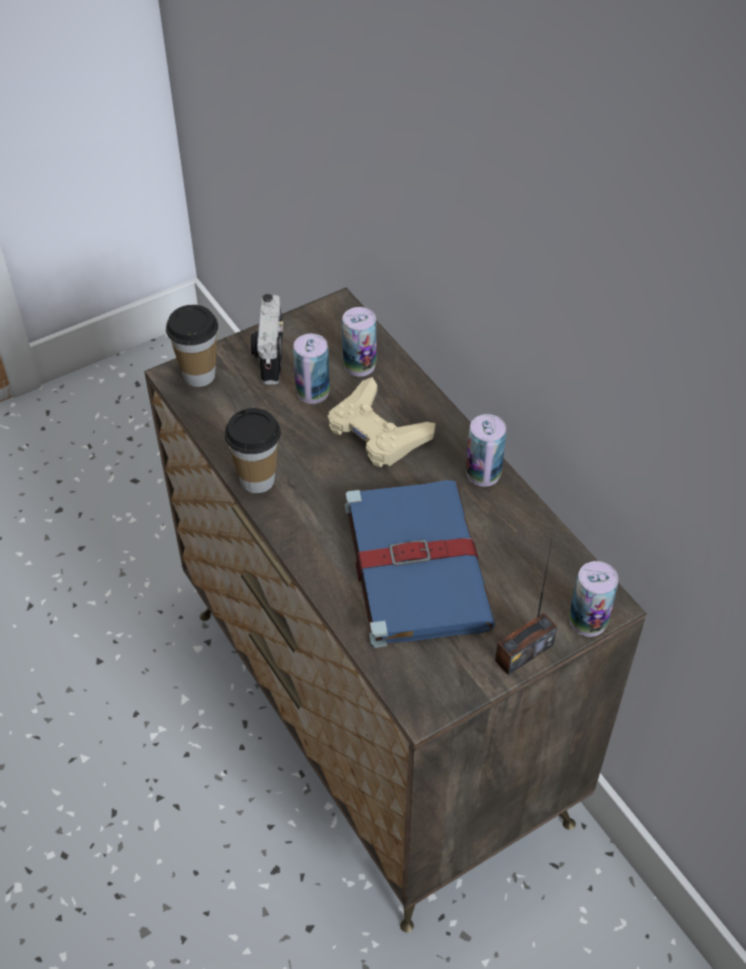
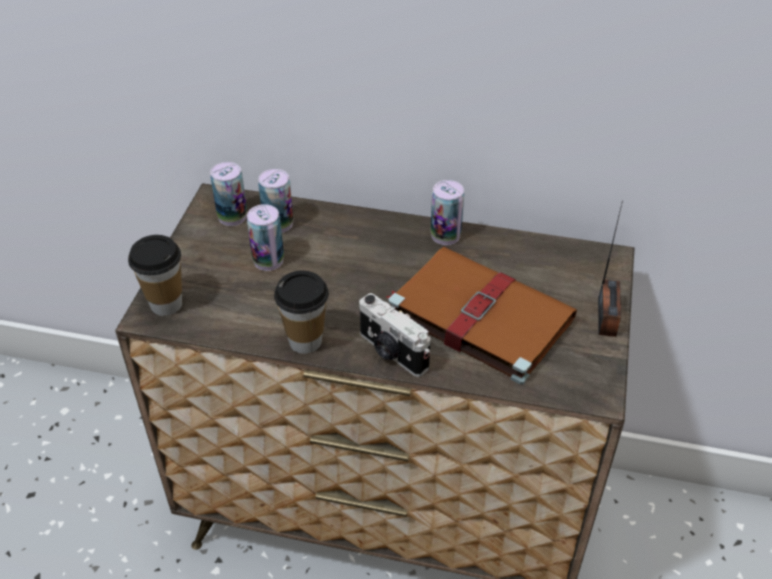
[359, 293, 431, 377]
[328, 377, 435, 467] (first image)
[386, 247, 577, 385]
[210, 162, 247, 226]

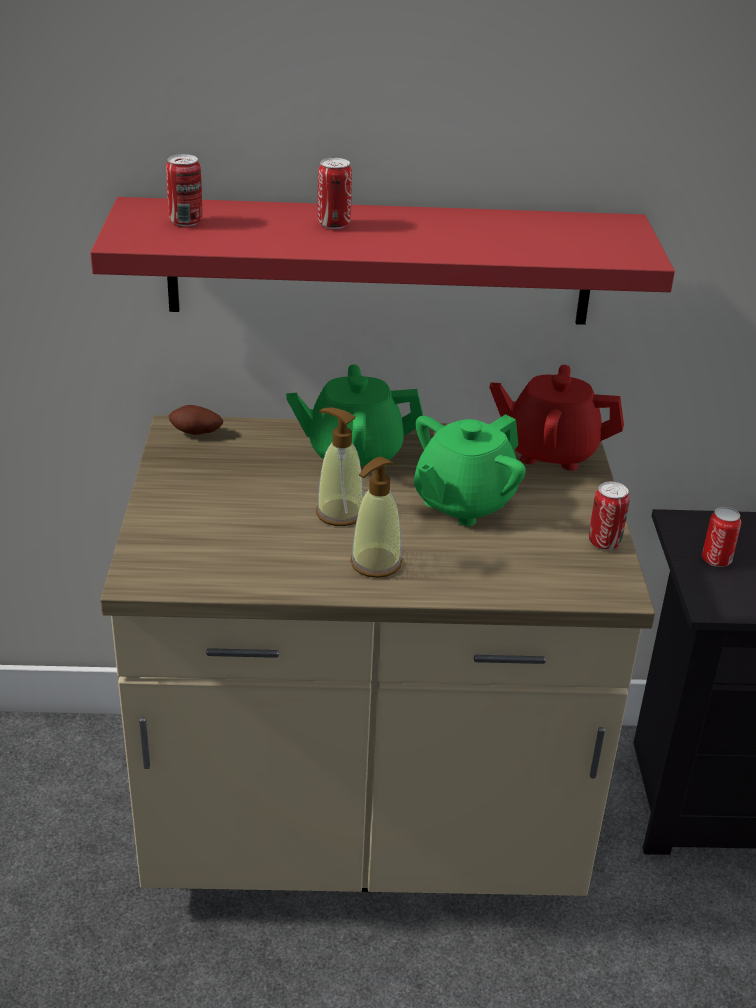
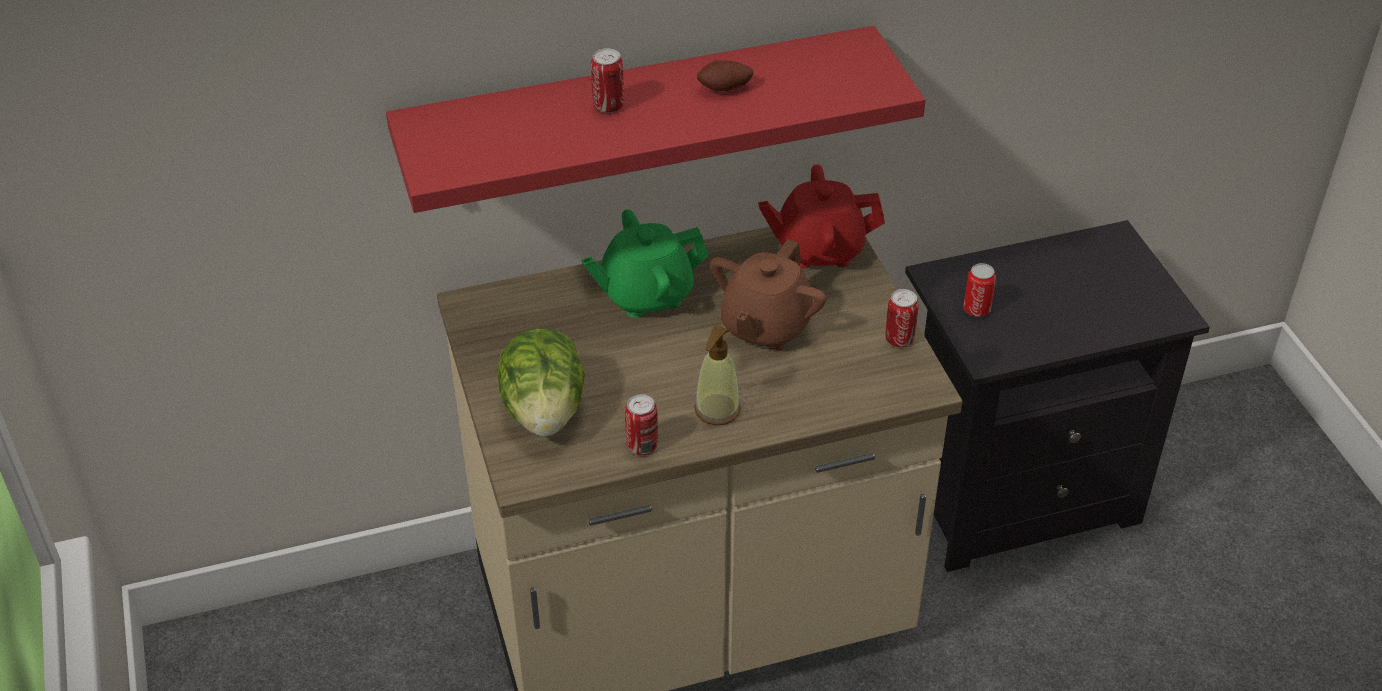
[625, 394, 658, 455]
[697, 60, 754, 91]
[316, 408, 363, 526] (first image)
[710, 239, 826, 351]
[497, 328, 585, 436]

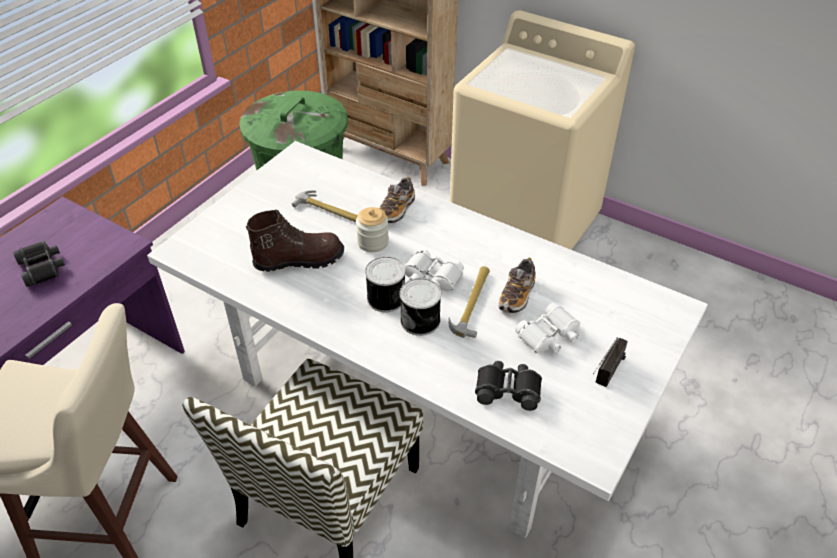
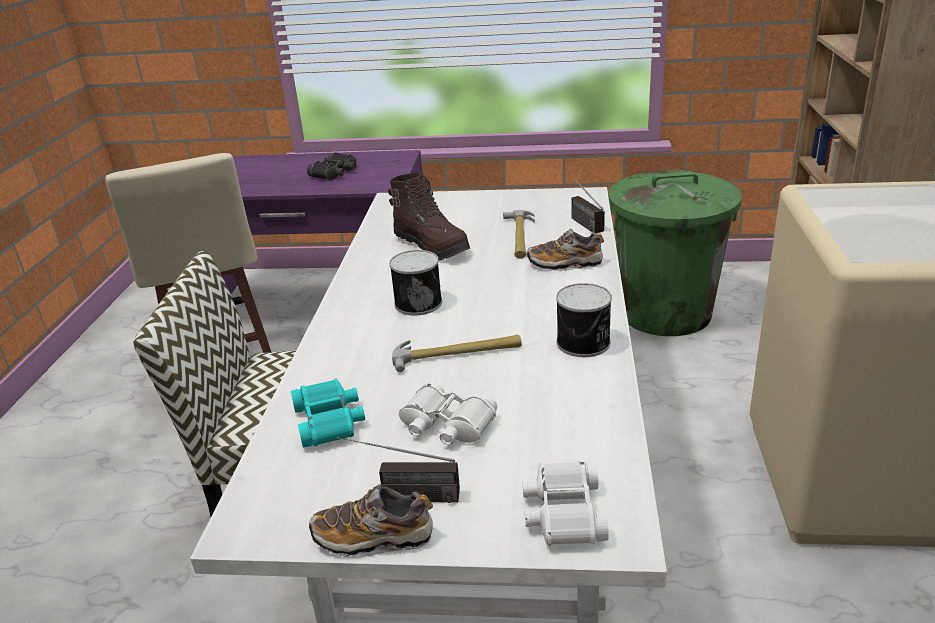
[356, 207, 389, 252] (first image)
[556, 283, 612, 357]
[522, 461, 609, 545]
[291, 378, 365, 447]
[309, 484, 433, 558]
[568, 172, 605, 233]

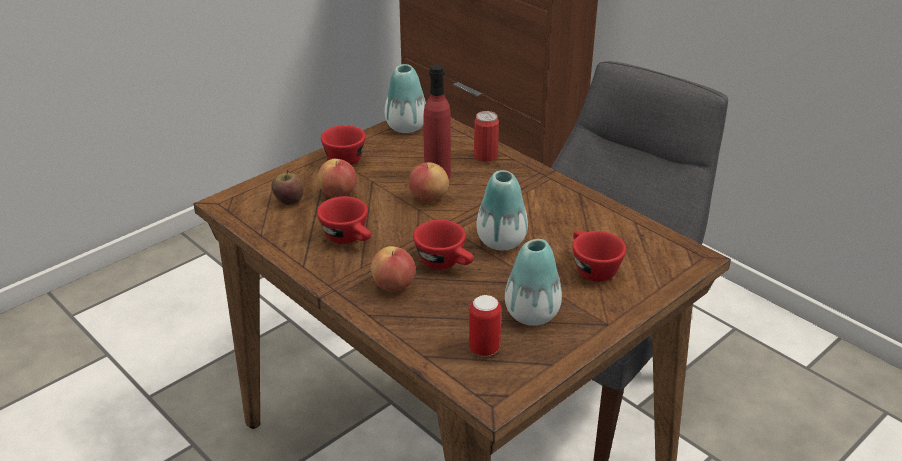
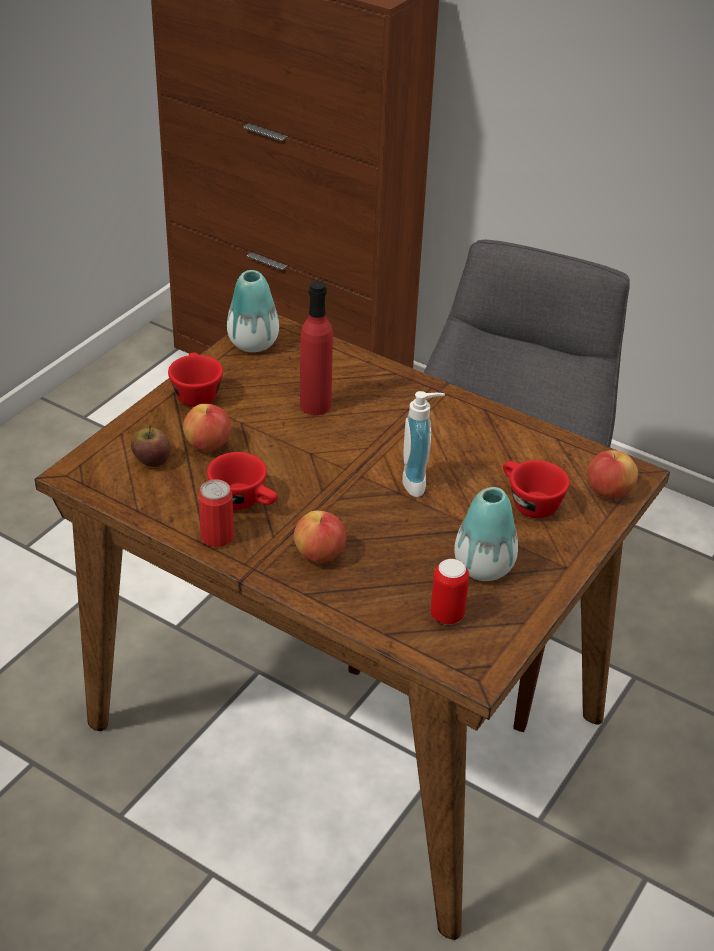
[587, 450, 638, 499]
[413, 220, 474, 270] (first image)
[199, 479, 234, 547]
[402, 391, 445, 497]

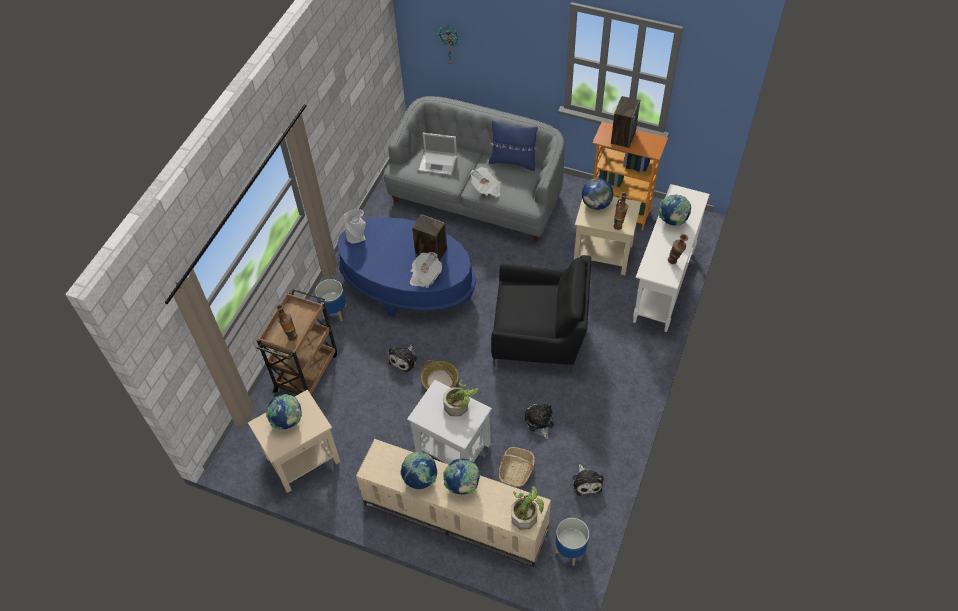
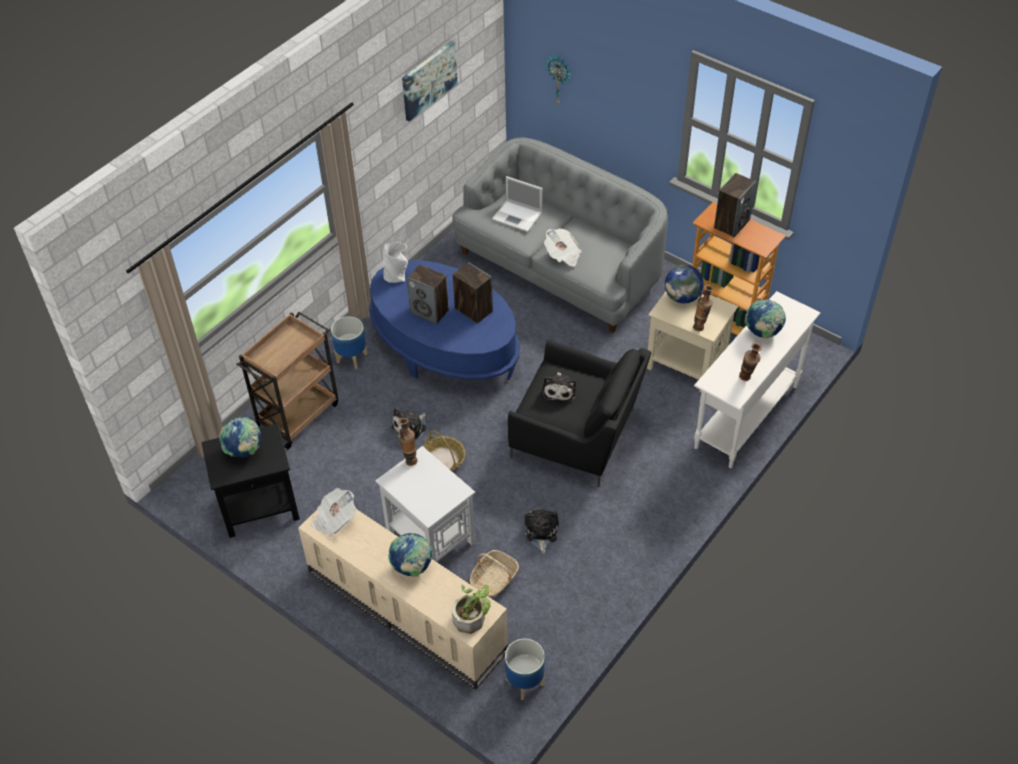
[201, 423, 300, 538]
[398, 418, 418, 466]
[400, 452, 437, 489] (first image)
[311, 488, 356, 537]
[443, 379, 478, 416] (first image)
[488, 120, 538, 171] (first image)
[543, 372, 576, 402]
[402, 41, 458, 122]
[407, 264, 449, 324]

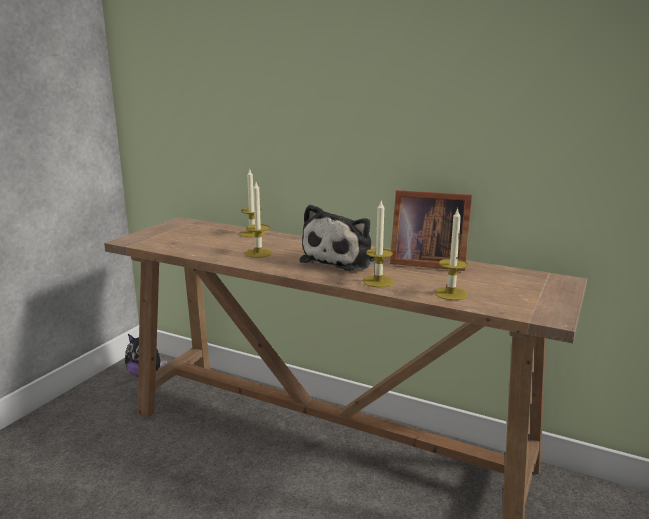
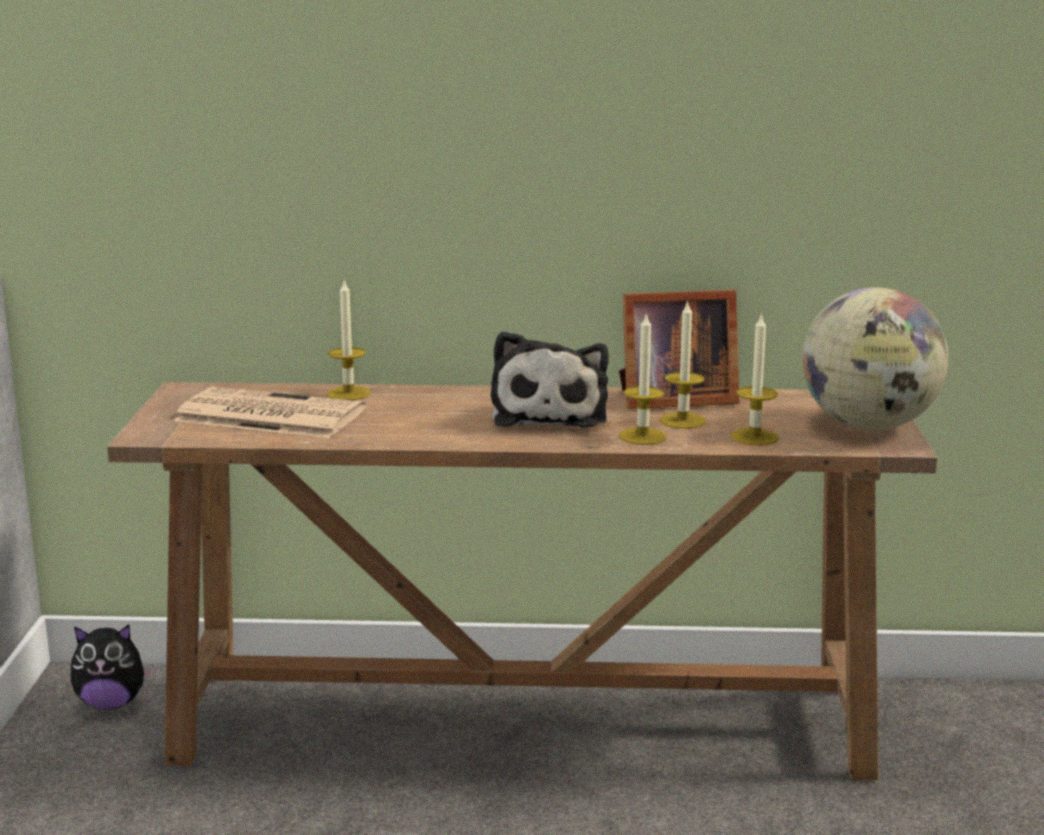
[660, 300, 706, 429]
[173, 387, 366, 438]
[802, 287, 948, 430]

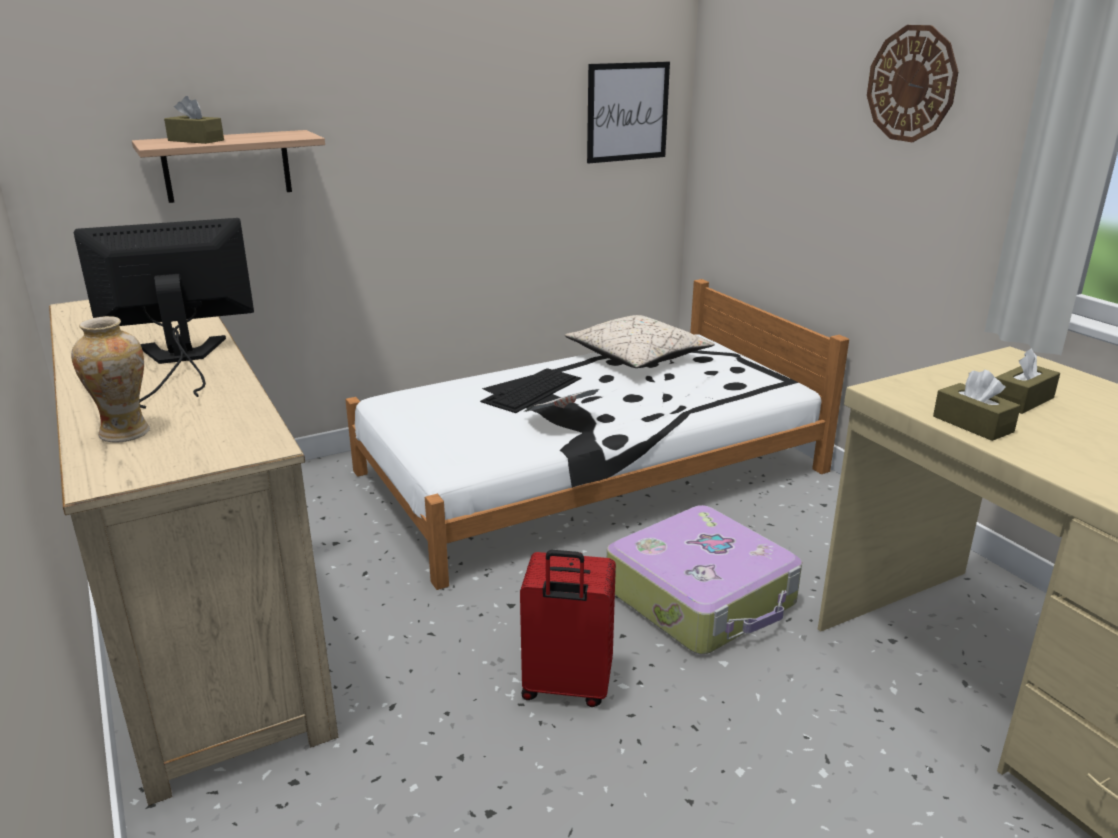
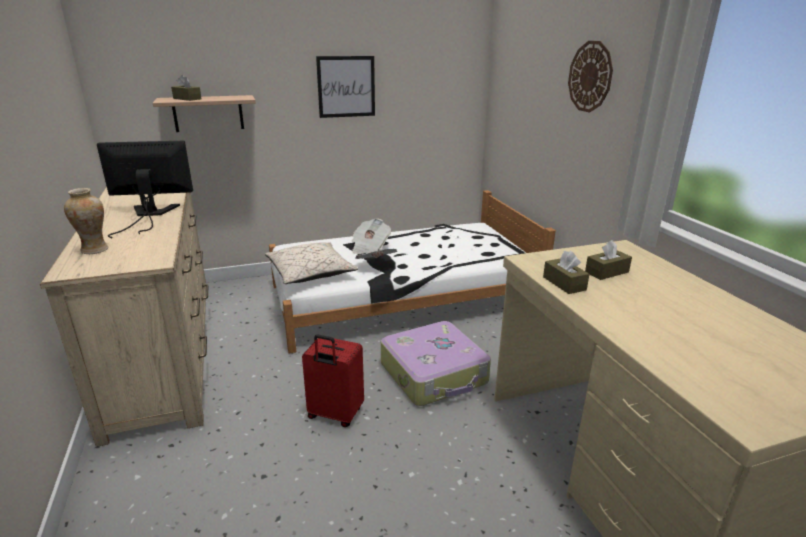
[351, 218, 391, 254]
[265, 242, 358, 284]
[316, 56, 375, 118]

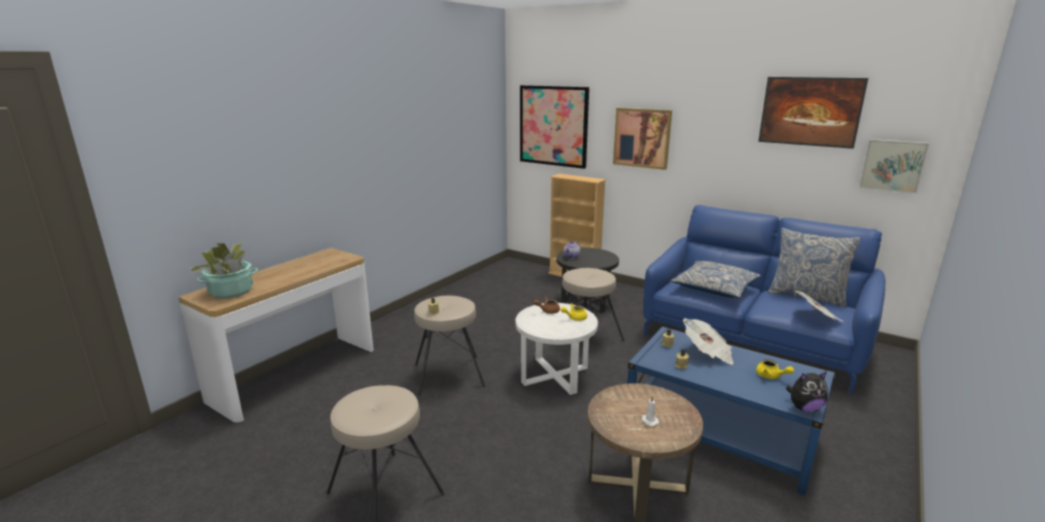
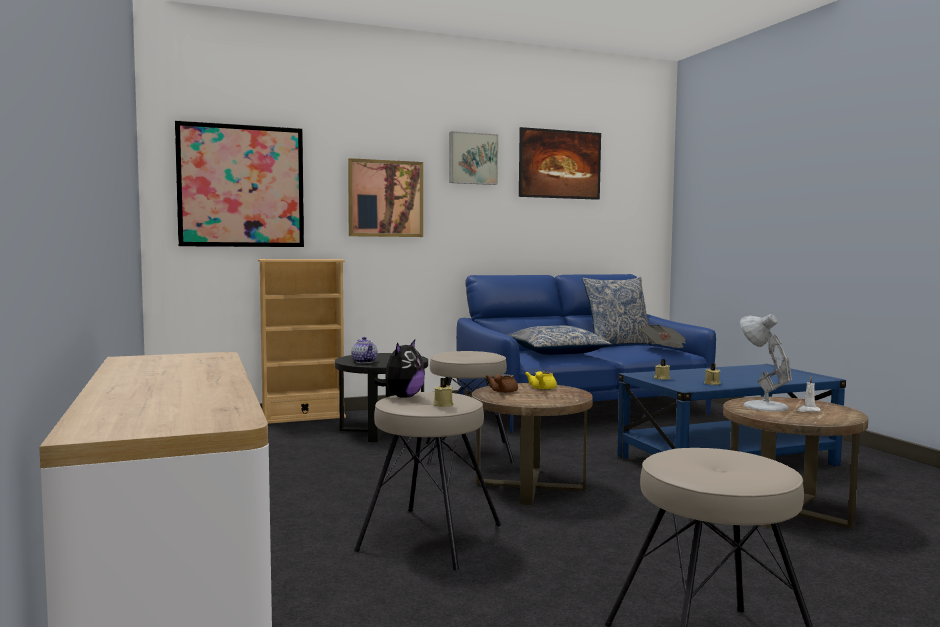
[189, 243, 258, 298] (first image)
[472, 383, 593, 505]
[683, 318, 733, 365] (first image)
[756, 359, 794, 379] (first image)
[374, 340, 425, 398]
[449, 131, 498, 185]
[740, 314, 792, 411]

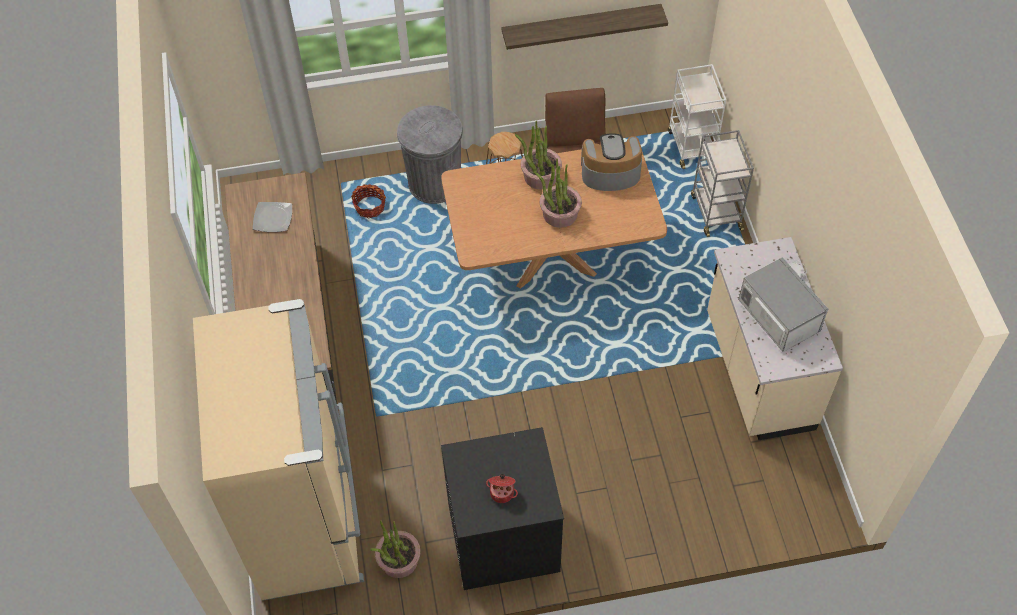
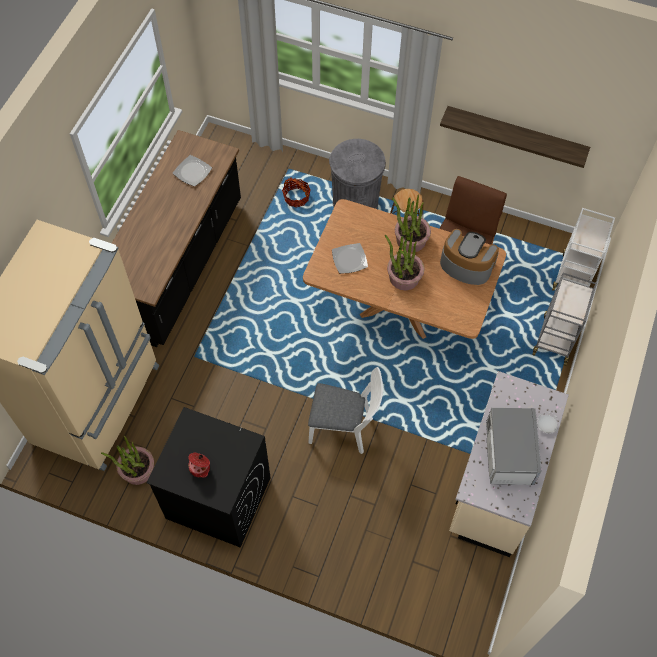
[308, 367, 383, 454]
[332, 243, 368, 274]

